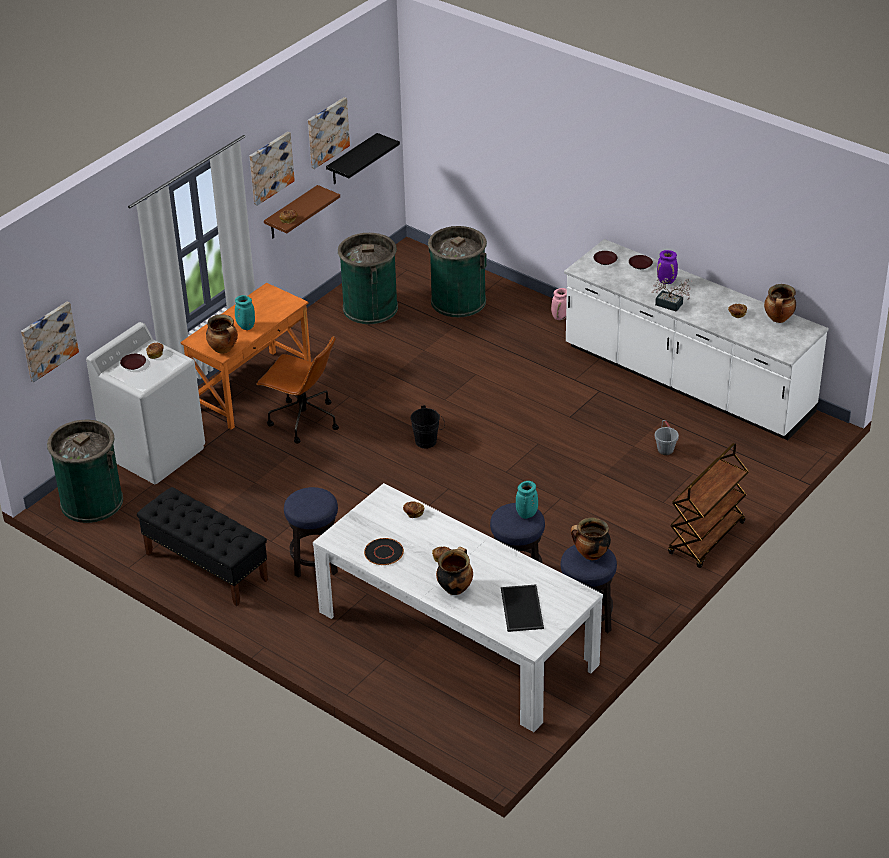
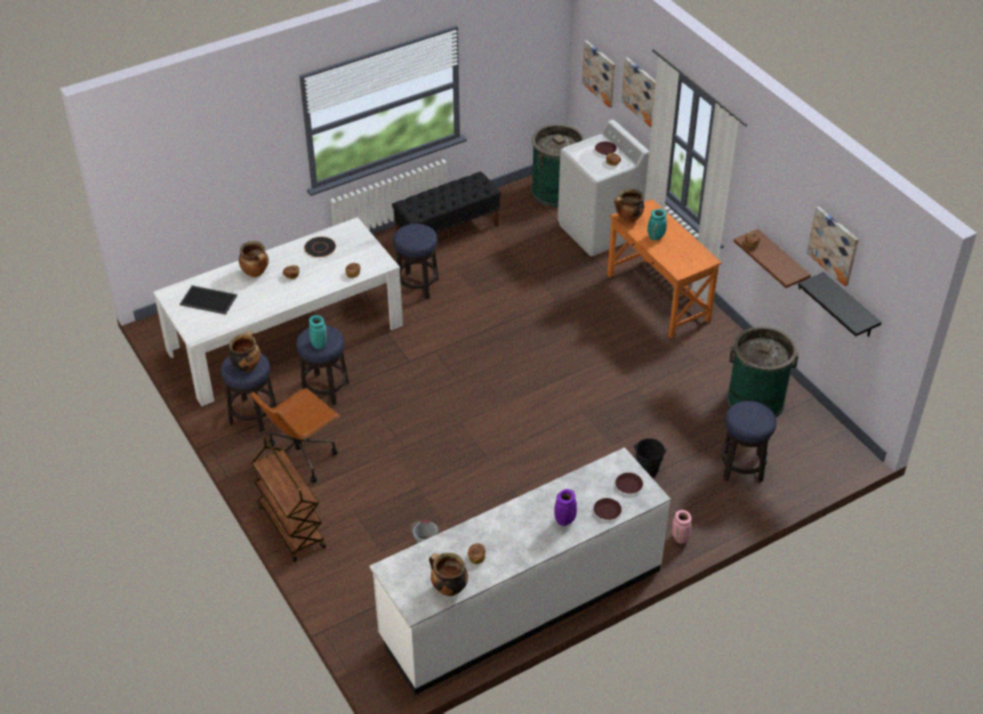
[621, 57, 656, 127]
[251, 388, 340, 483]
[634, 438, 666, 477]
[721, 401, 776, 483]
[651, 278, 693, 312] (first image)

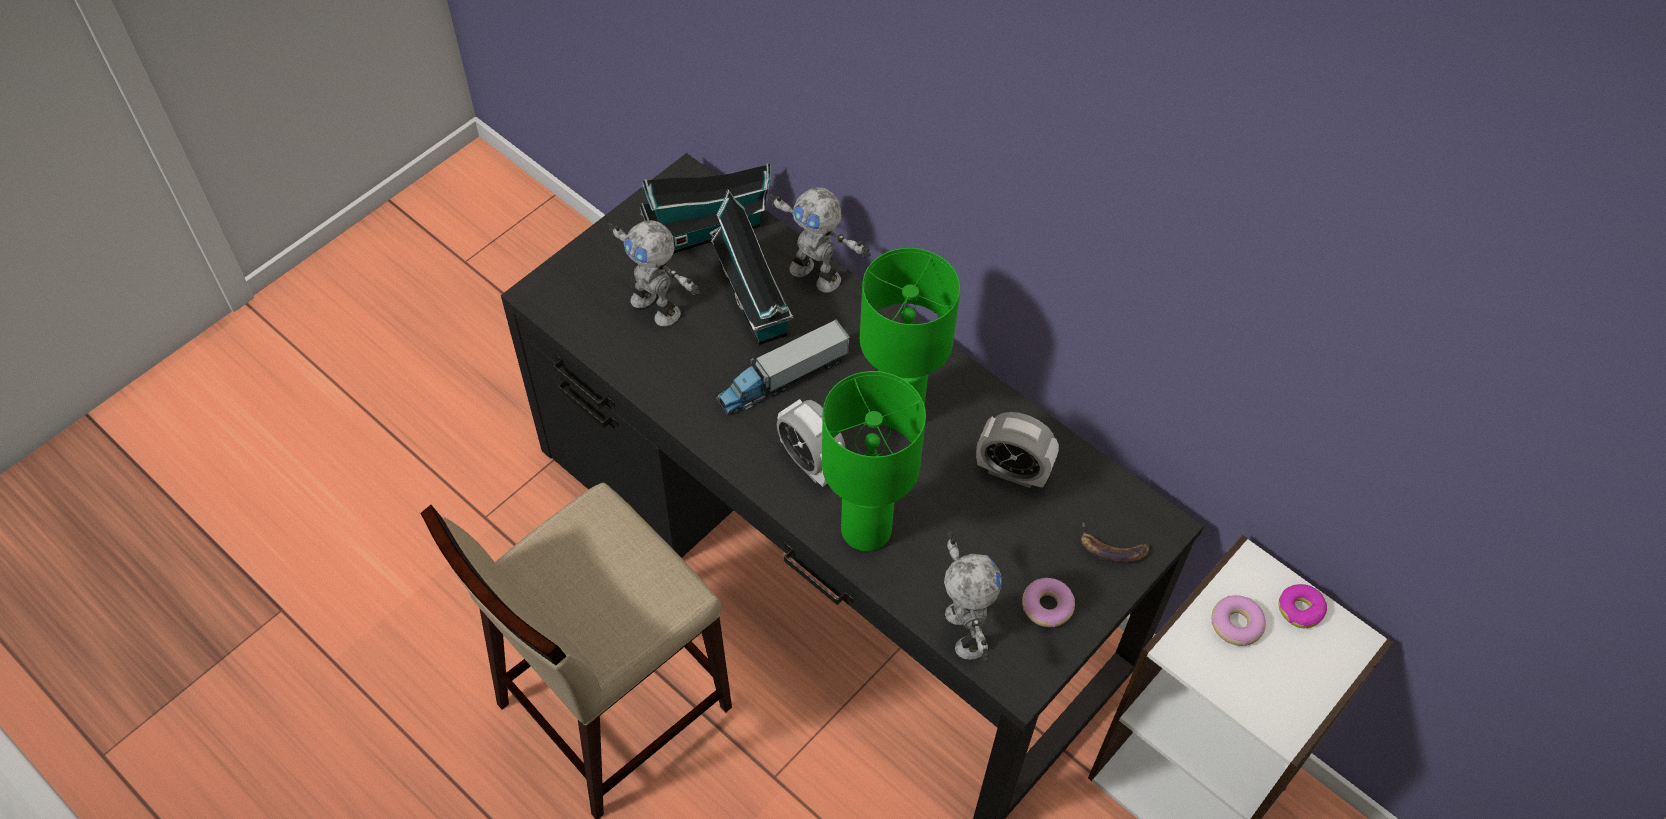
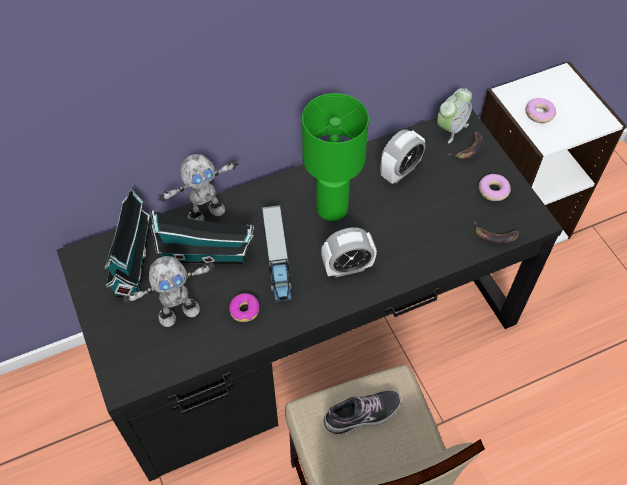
[822, 371, 926, 551] (first image)
[474, 221, 519, 244]
[229, 293, 259, 322]
[324, 391, 401, 434]
[437, 88, 472, 143]

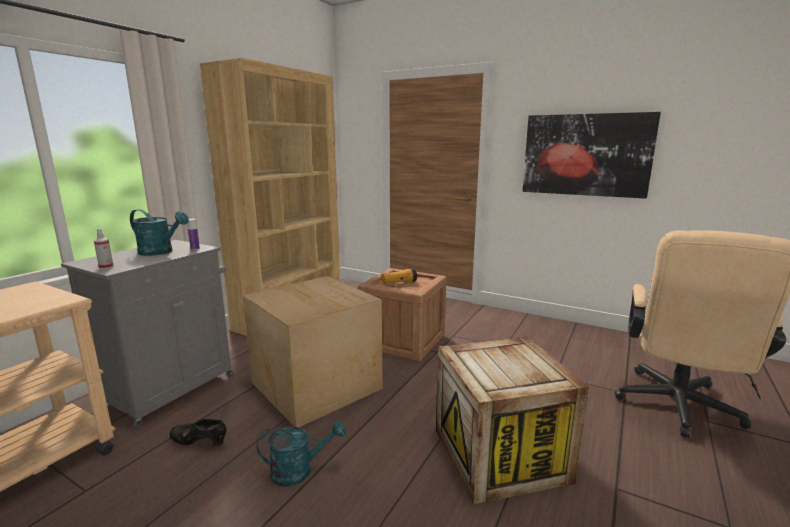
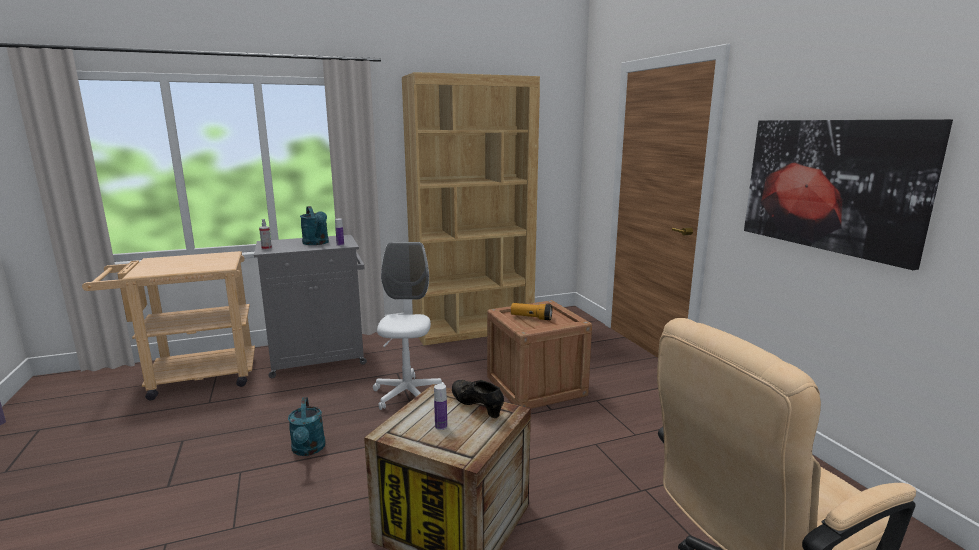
[452, 380, 504, 418]
[373, 242, 445, 410]
[288, 397, 325, 456]
[434, 384, 447, 430]

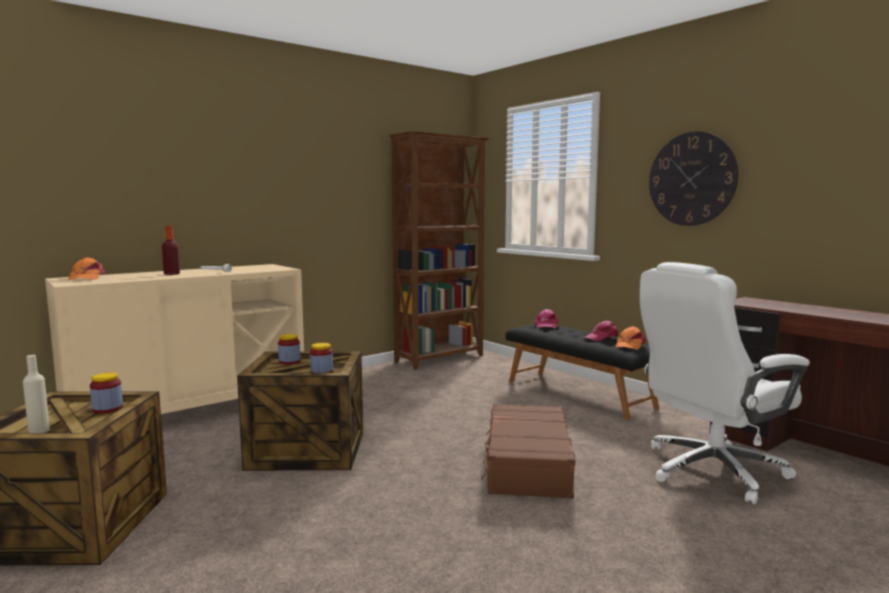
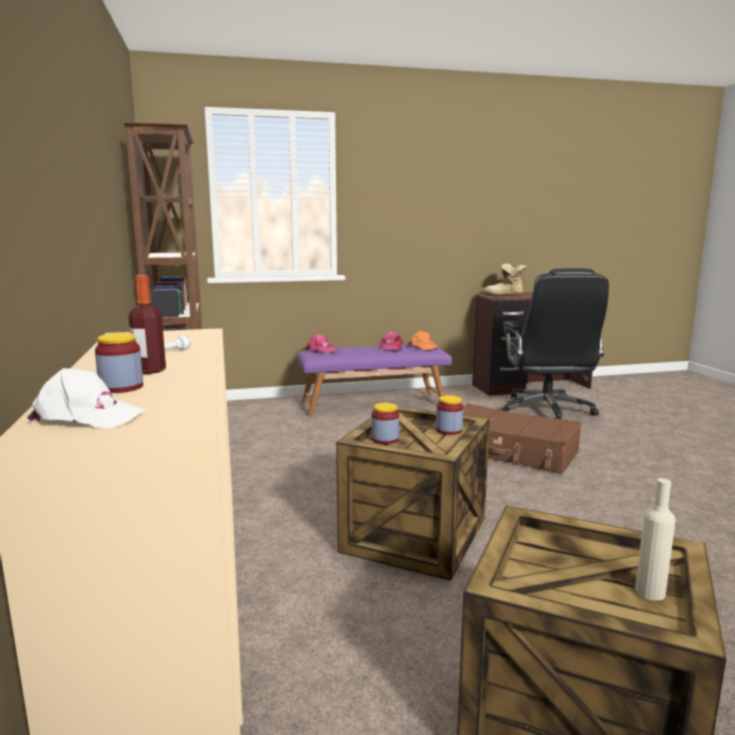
[26, 368, 145, 429]
[95, 333, 143, 393]
[297, 345, 452, 417]
[501, 268, 609, 419]
[649, 131, 738, 226] (first image)
[483, 264, 527, 295]

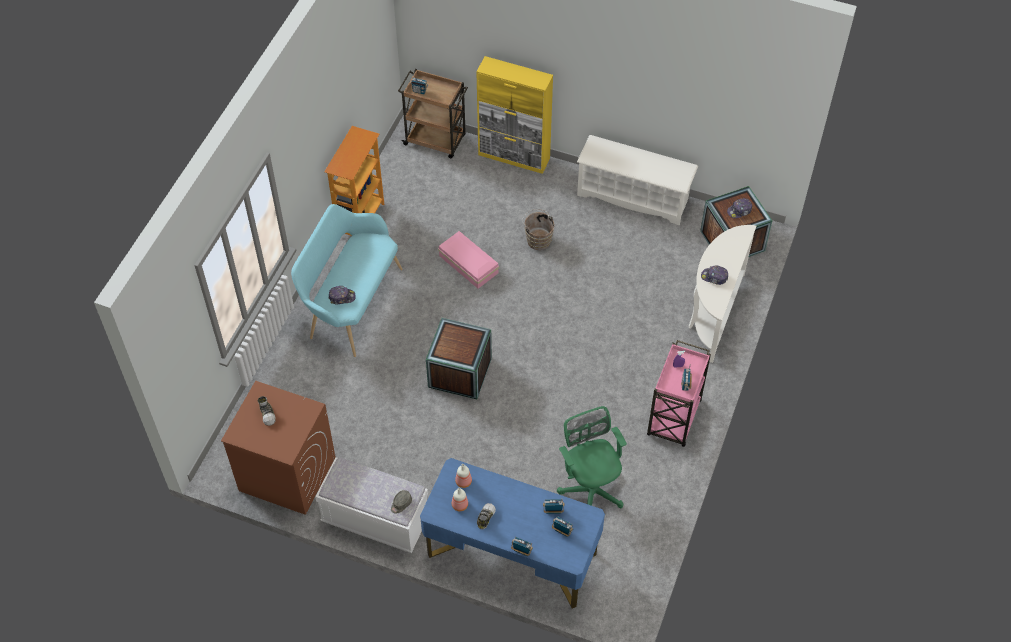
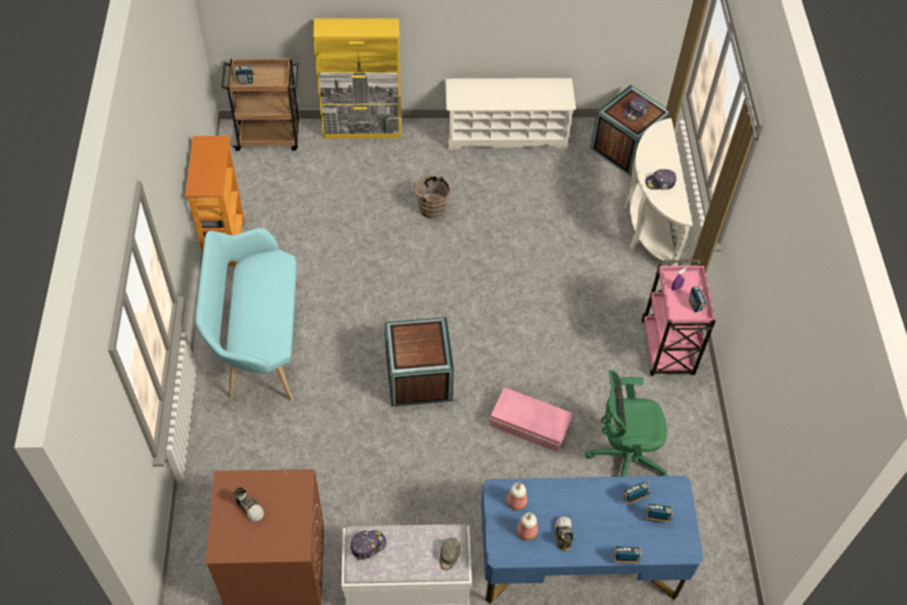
[351, 530, 387, 560]
[489, 387, 573, 452]
[585, 370, 668, 477]

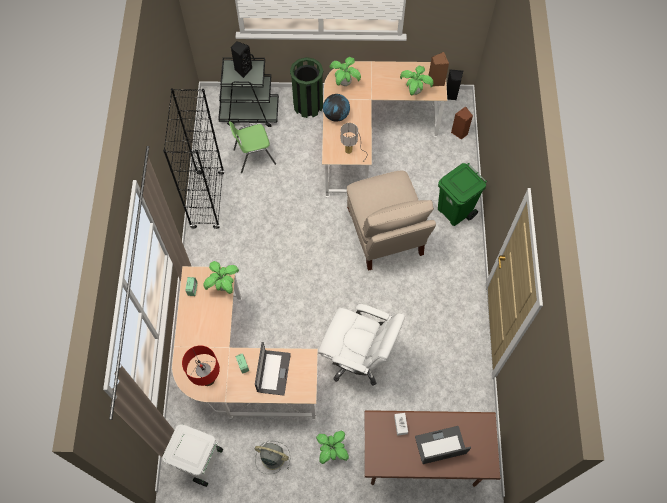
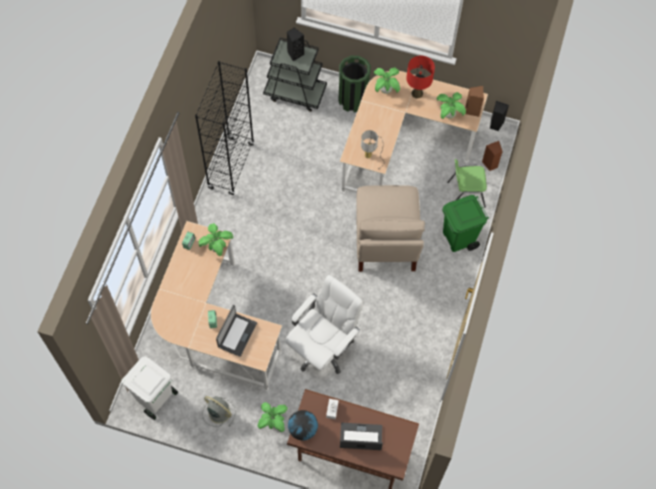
[406, 56, 435, 99]
[447, 159, 487, 208]
[285, 275, 363, 374]
[288, 410, 318, 441]

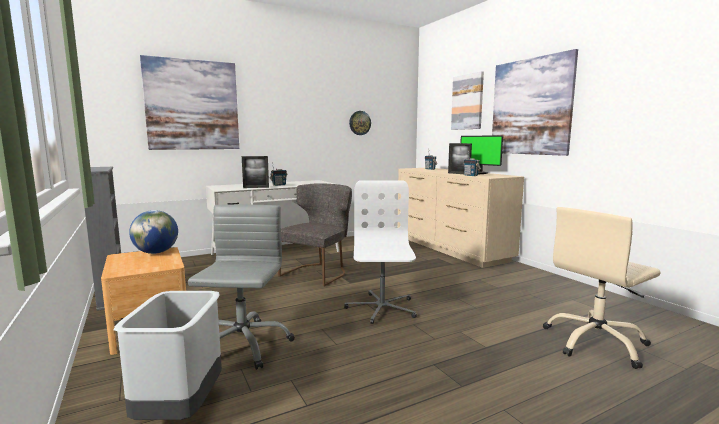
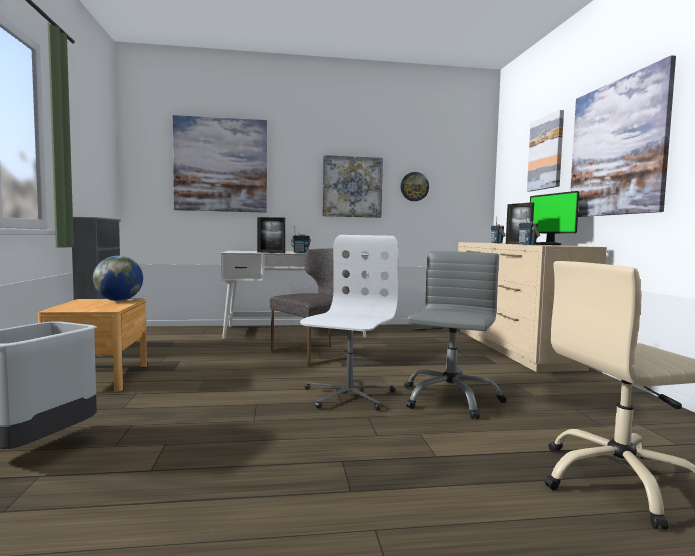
[404, 251, 507, 419]
[322, 155, 383, 218]

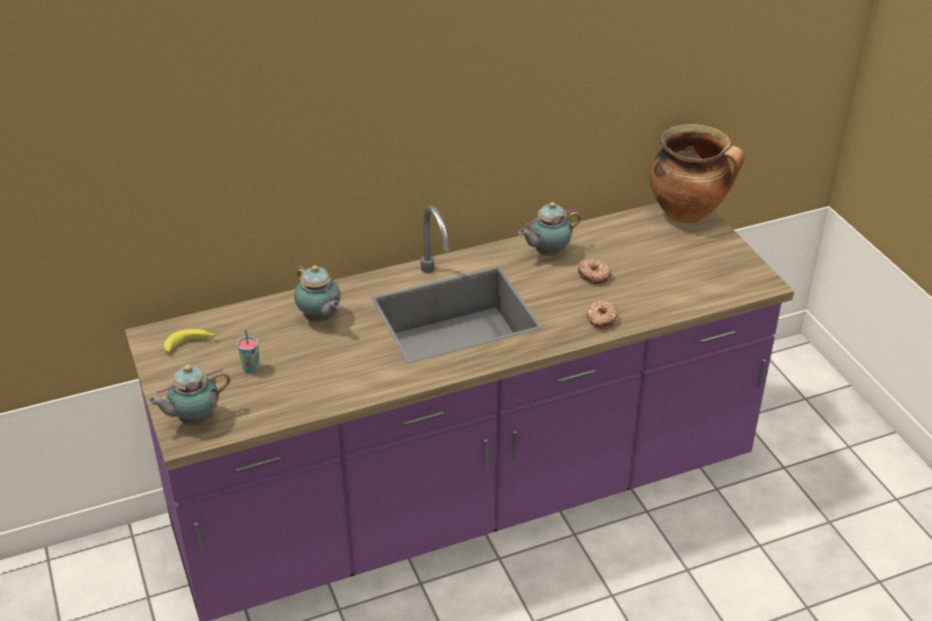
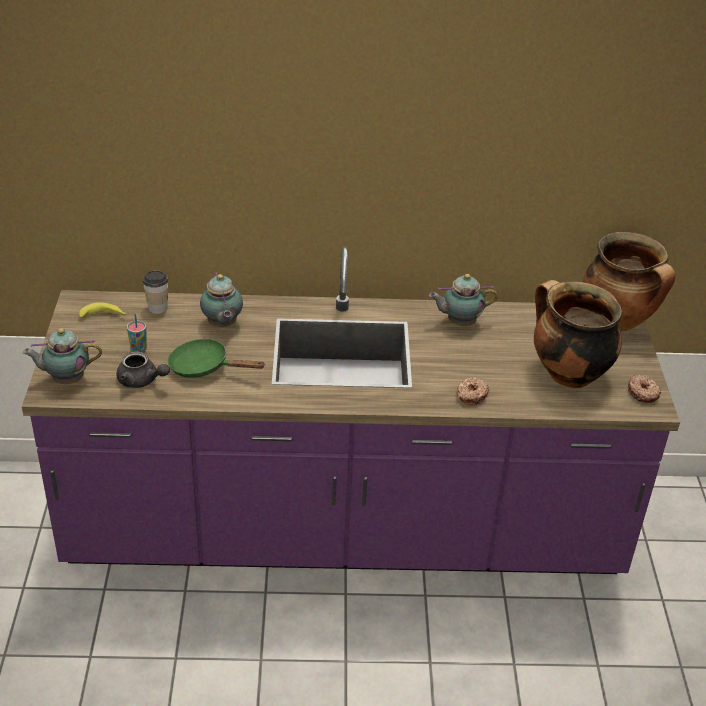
[628, 375, 661, 403]
[116, 352, 170, 388]
[143, 270, 168, 314]
[168, 339, 266, 378]
[534, 280, 622, 388]

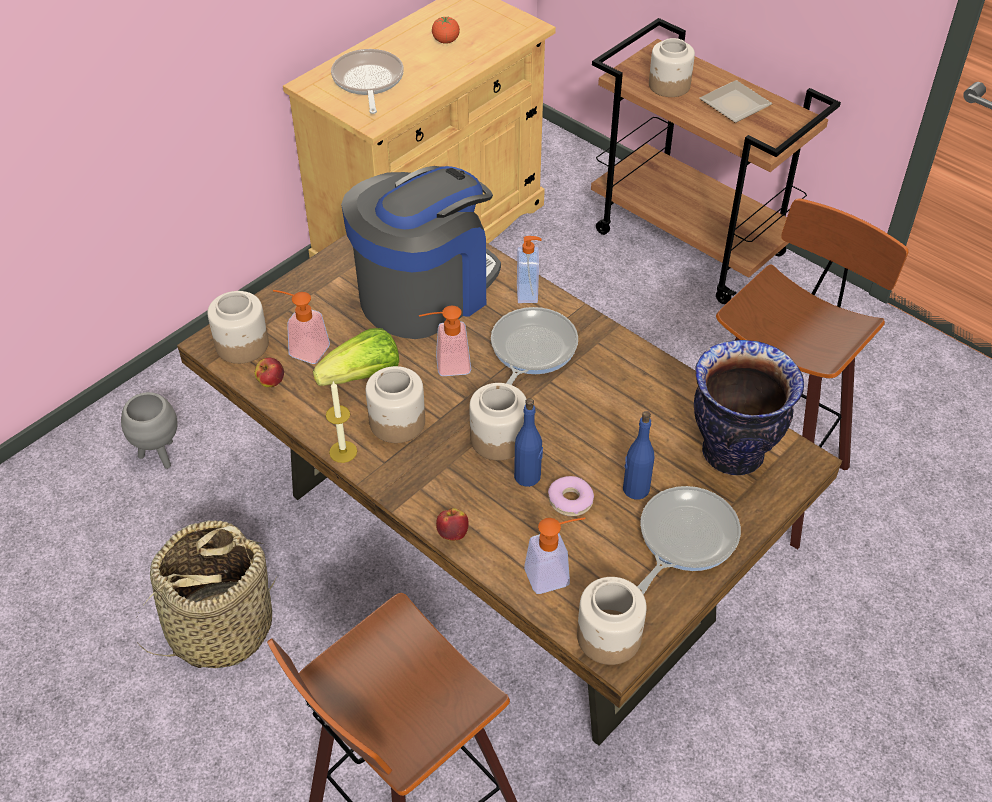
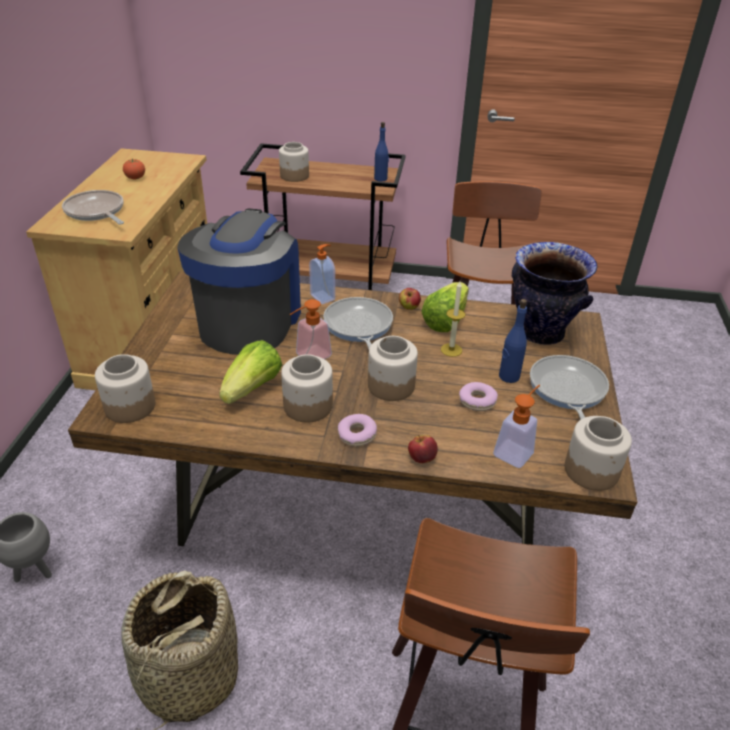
[399, 288, 421, 310]
[273, 290, 330, 364] (first image)
[441, 282, 466, 357]
[374, 122, 389, 182]
[699, 80, 773, 123] (first image)
[338, 414, 377, 446]
[421, 282, 469, 332]

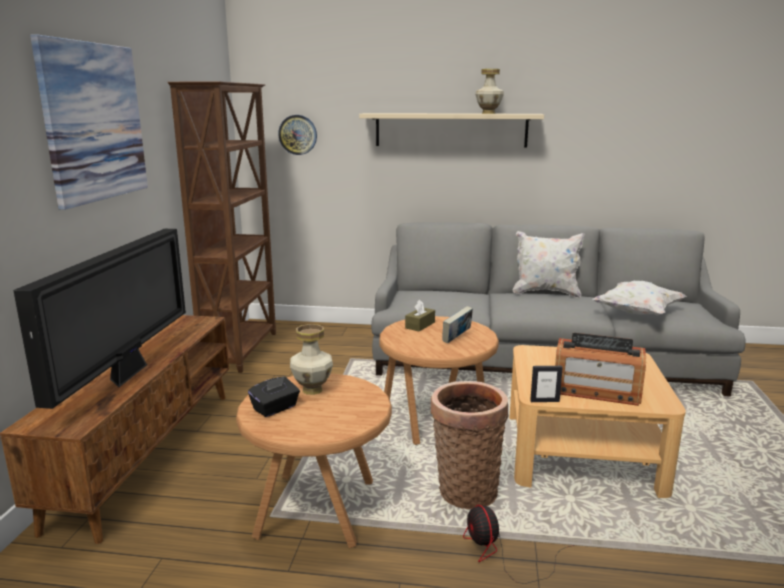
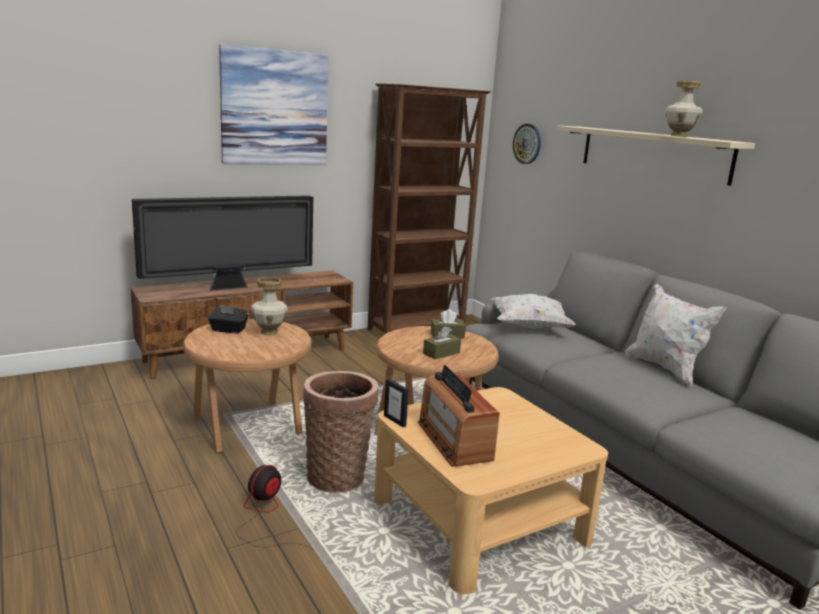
[423, 326, 461, 359]
[491, 294, 576, 328]

